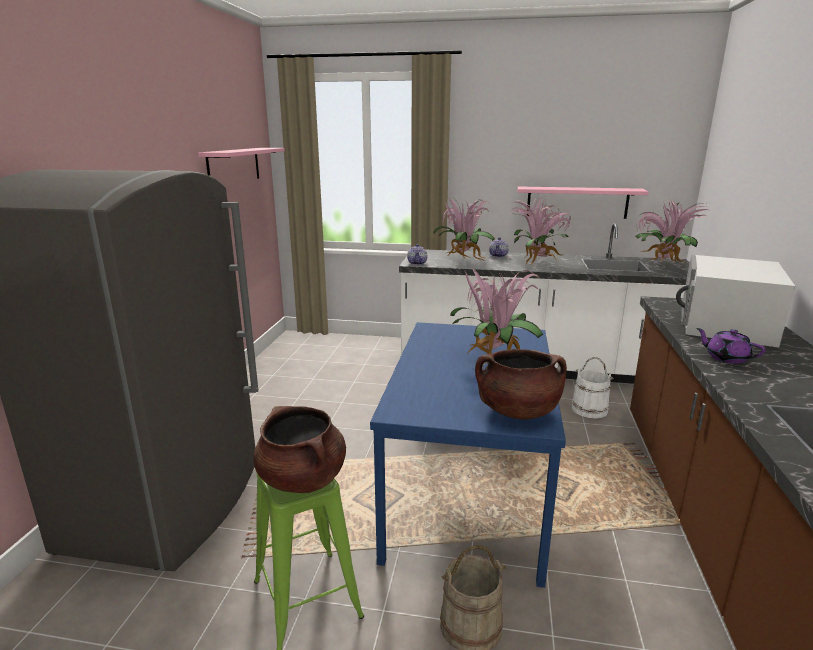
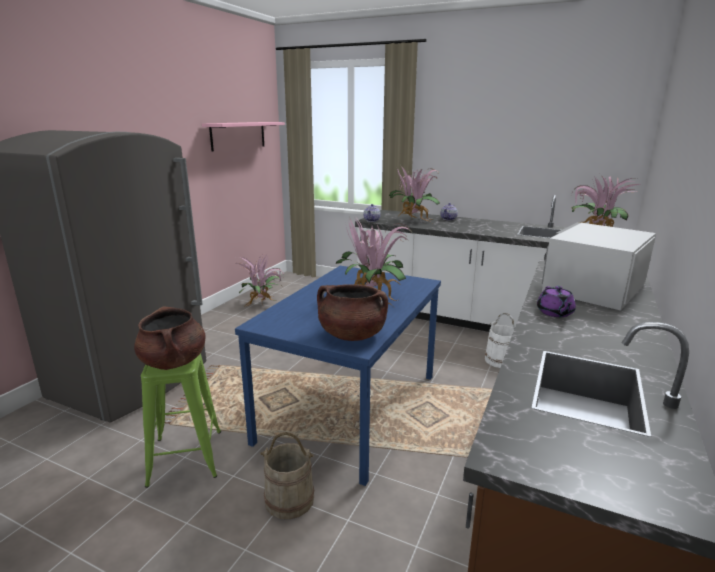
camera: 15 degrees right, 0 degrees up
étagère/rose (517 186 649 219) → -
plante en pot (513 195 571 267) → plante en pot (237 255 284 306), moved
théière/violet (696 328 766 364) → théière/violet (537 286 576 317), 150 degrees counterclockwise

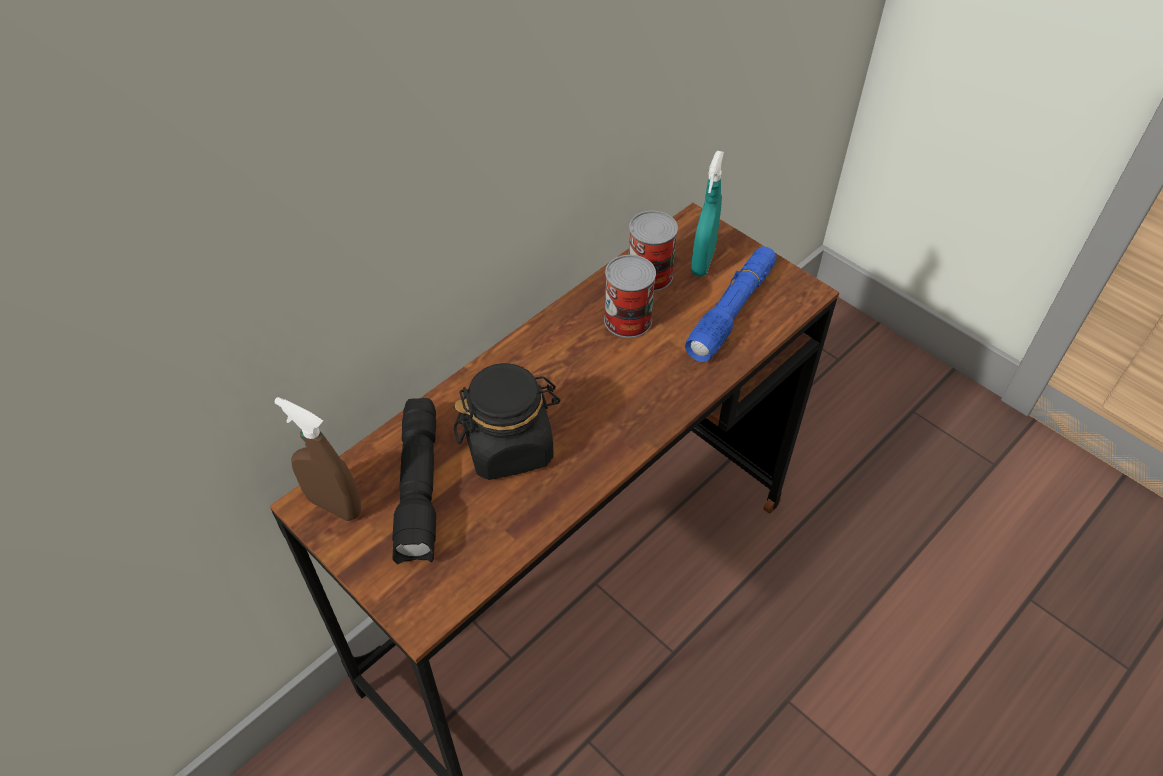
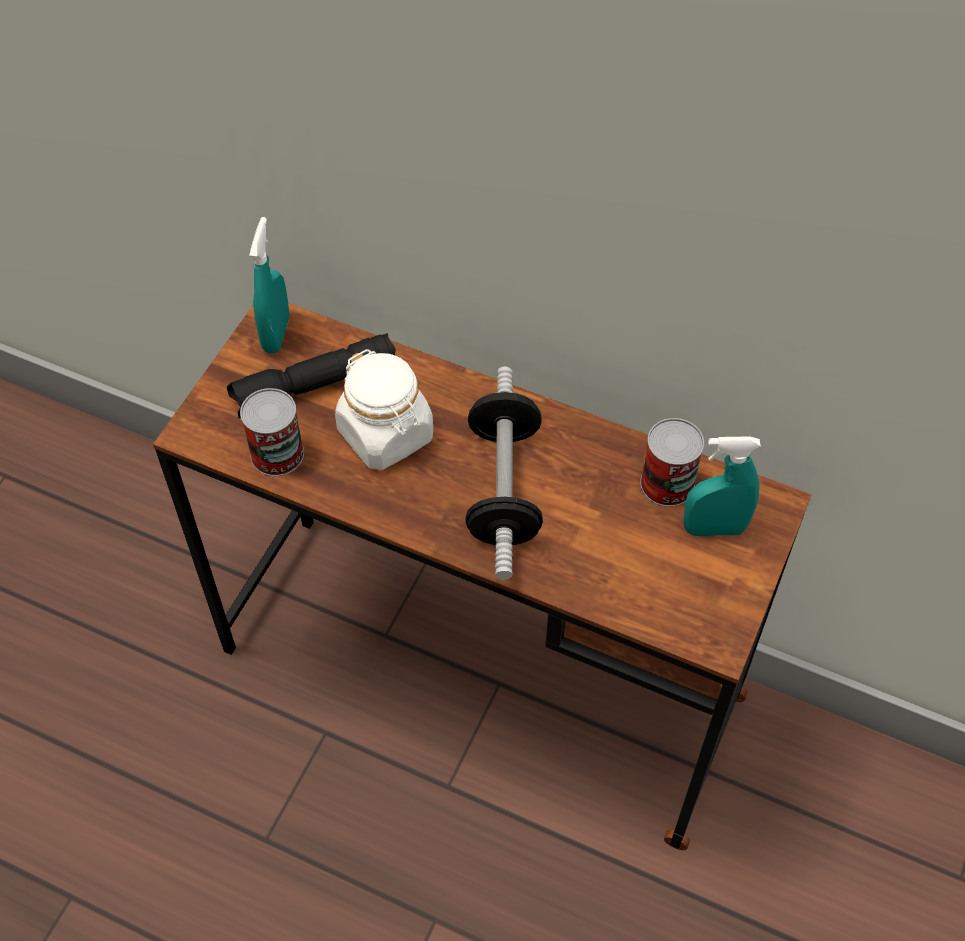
camera: 70 degrees right, 5 degrees up
lampe de poche/bleu (685 246 777 362) → -
- → haltère (466 367 543 579)
boîte métallique (604 255 656 338) → boîte métallique (240 388 304 476), moved
vaporisateur/marron (274 397 361 521) → vaporisateur/turquoise (249 217 289 354)
bocal/noir (454 363 560 480) → bocal/blanc (335 349 433 470)

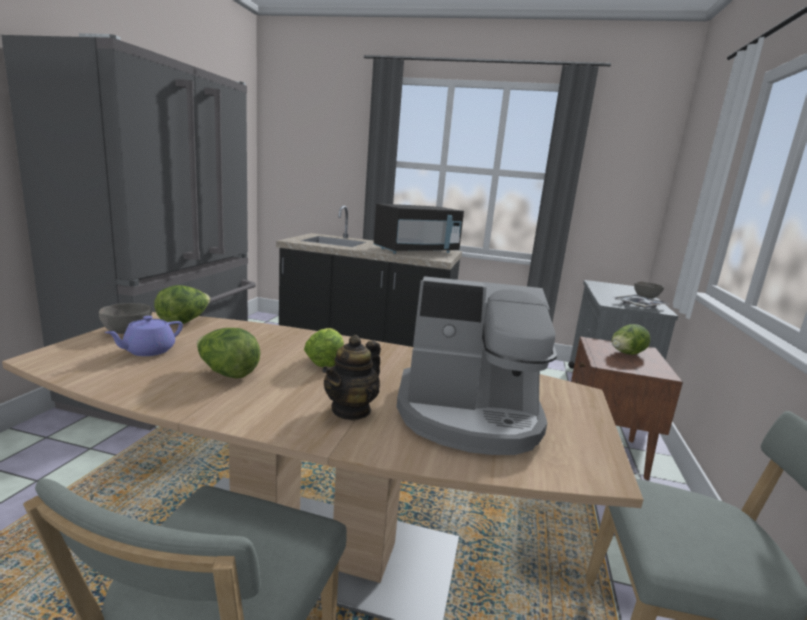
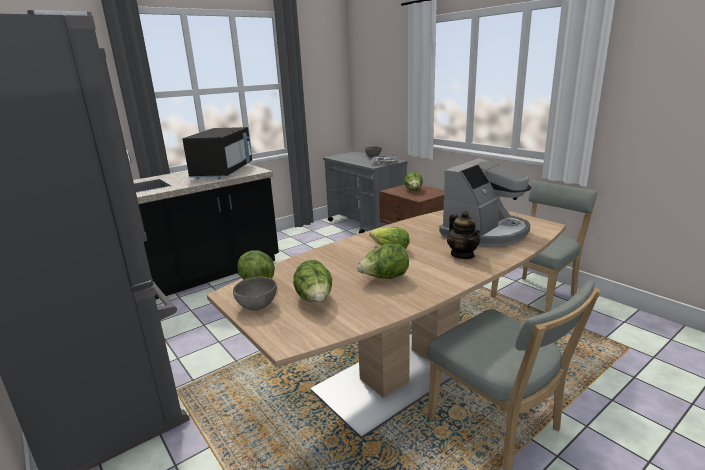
camera: 50 degrees left, 5 degrees up
théière/violet (104 316 183 356) → laitue (293 260 332 302)

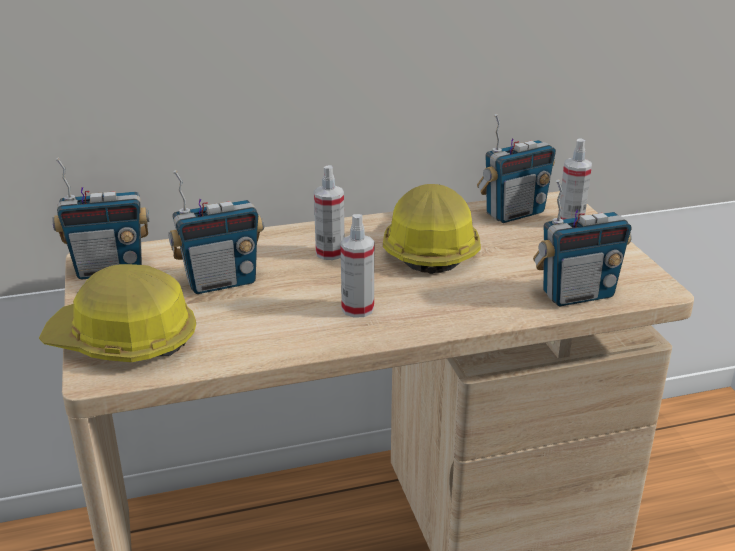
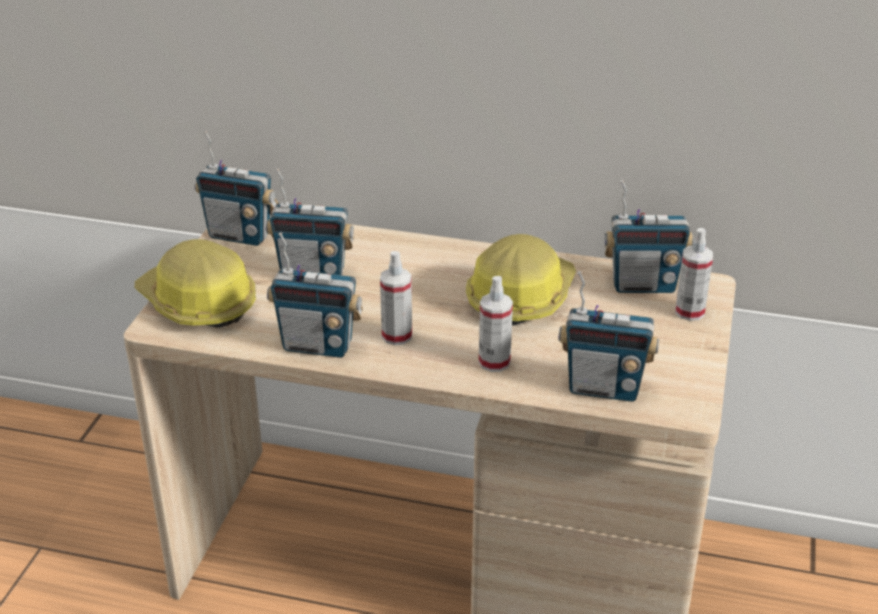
camera: 30 degrees right, 5 degrees up
- → radio (267 232 363 358)
vaporisateur (314 165 345 260) → vaporisateur (479 276 513 372), moved

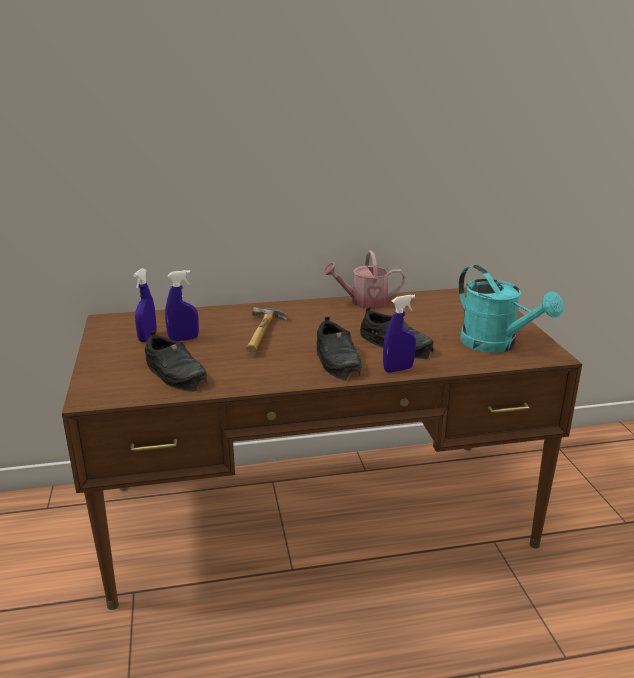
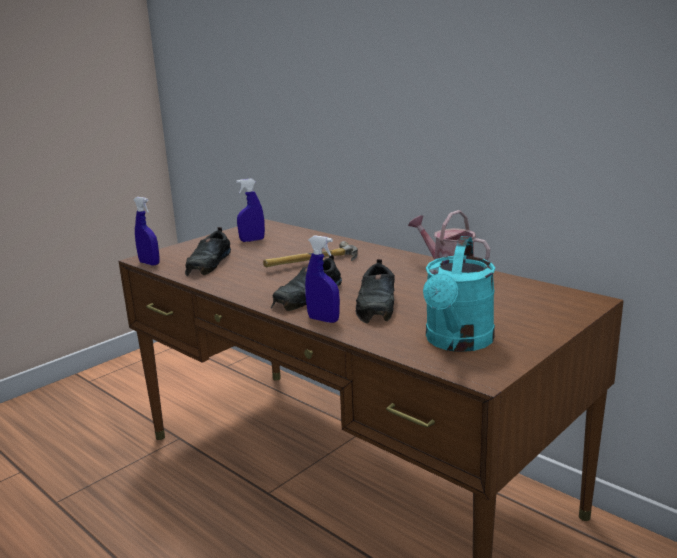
camera: 55 degrees right, 5 degrees down
vaporisateur/bleu (165 270 199 341) → vaporisateur/bleu (134 197 160 265), moved

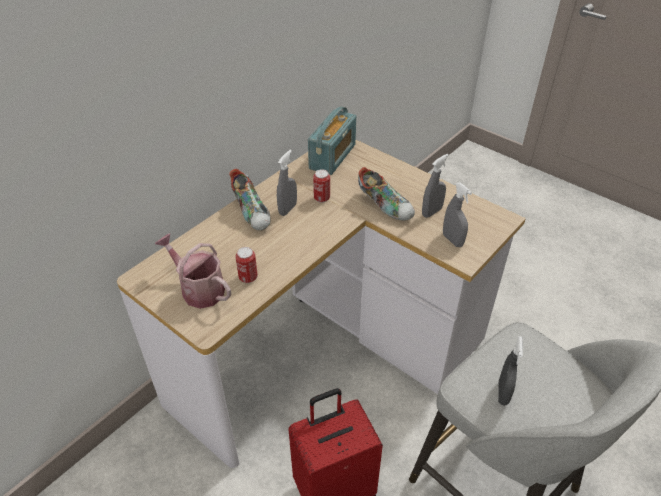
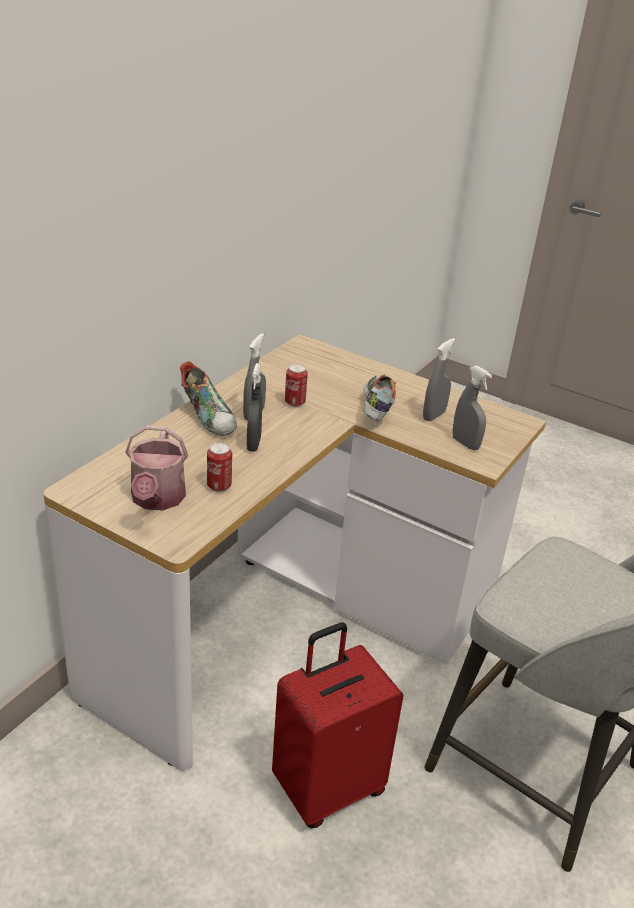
camera: 10 degrees left, 10 degrees down
radio (308 106 356 175) → -
vaporisateur/gris (498 336 523 406) → vaporisateur/gris (247 363 262 452), moved
arrosoir (155 234 231 309) → arrosoir (125 425 188 510), 120 degrees counterclockwise
chaussure (358 167 415 220) → chaussure (363 375 396 421), 120 degrees counterclockwise

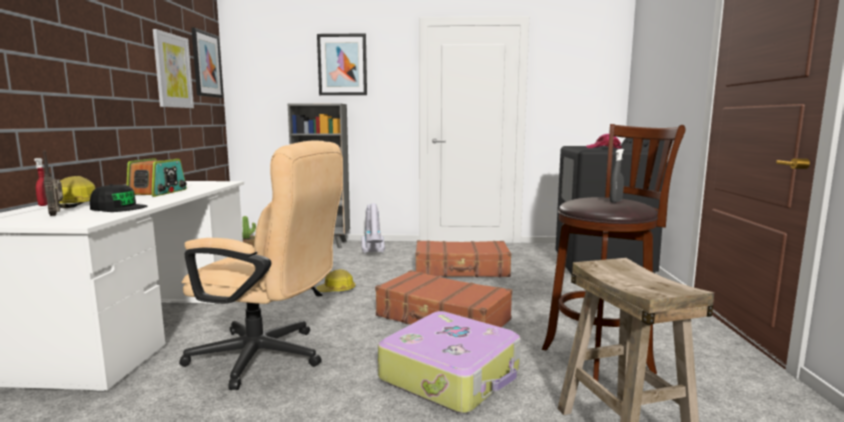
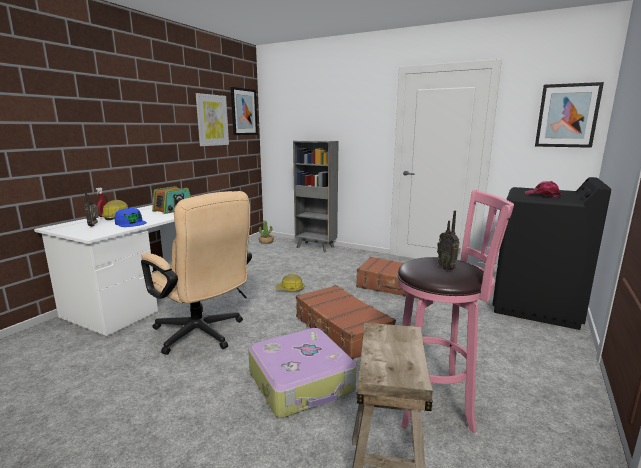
camera: 25 degrees right, 5 degrees up
aspirateur (361 203 385 254) → -
tableau (317 33 367 95) → tableau (535 82 604 148), moved
vaporisateur/gris (610 149 624 203) → radio (437 210 460 270)
casquette/noir (90 184 147 212) → casquette/bleu (115 208 147 227)
tabouret/marron (542 124 685 382) → tabouret/rose (397 189 514 433)

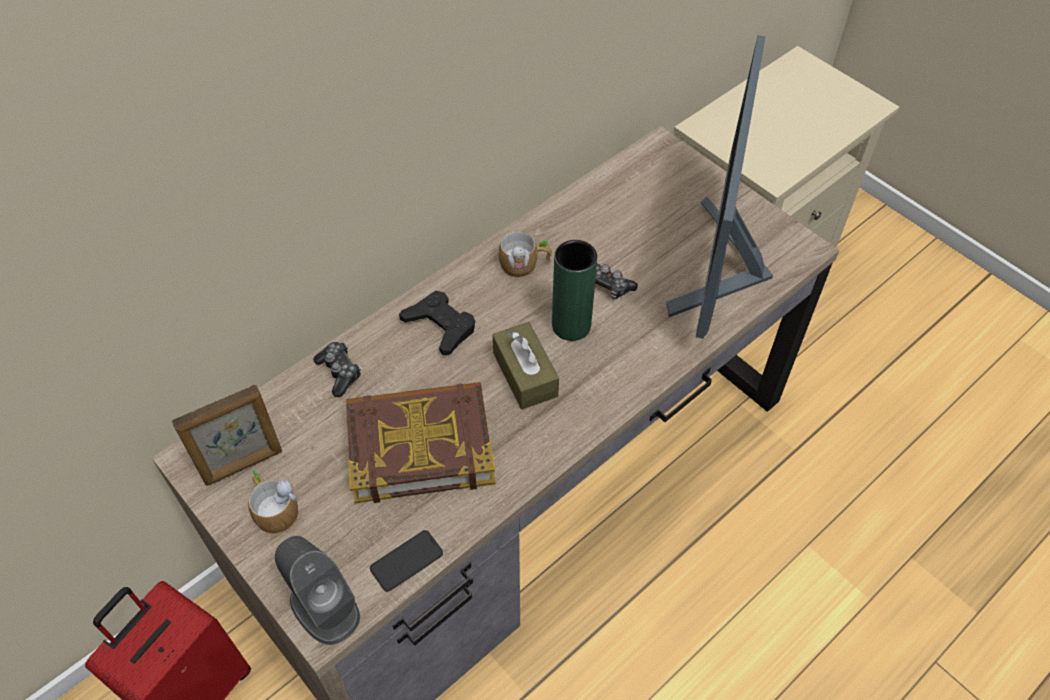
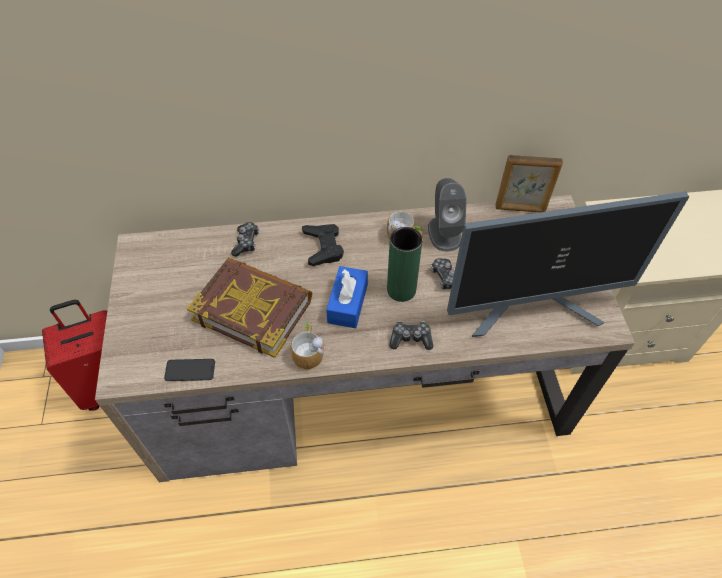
camera: 35 degrees right, 0 degrees up
- → manette (389 321 433 350)
cadre photo (172 385 282 486) → cadre photo (495 155 563 212), moved
mug (248 470 298 535) → mug (291 322 324 370), moved
enceinte/gris (275 536 360 645) → enceinte/gris (428 178 467 251), moved
boîte à mouchoirs/marron (493 322 559 410) → boîte à mouchoirs/bleu (326 266 368 328)
écran d'ordinateur (666 35 773 339) → écran d'ordinateur (447 192 689 337), 150 degrees counterclockwise

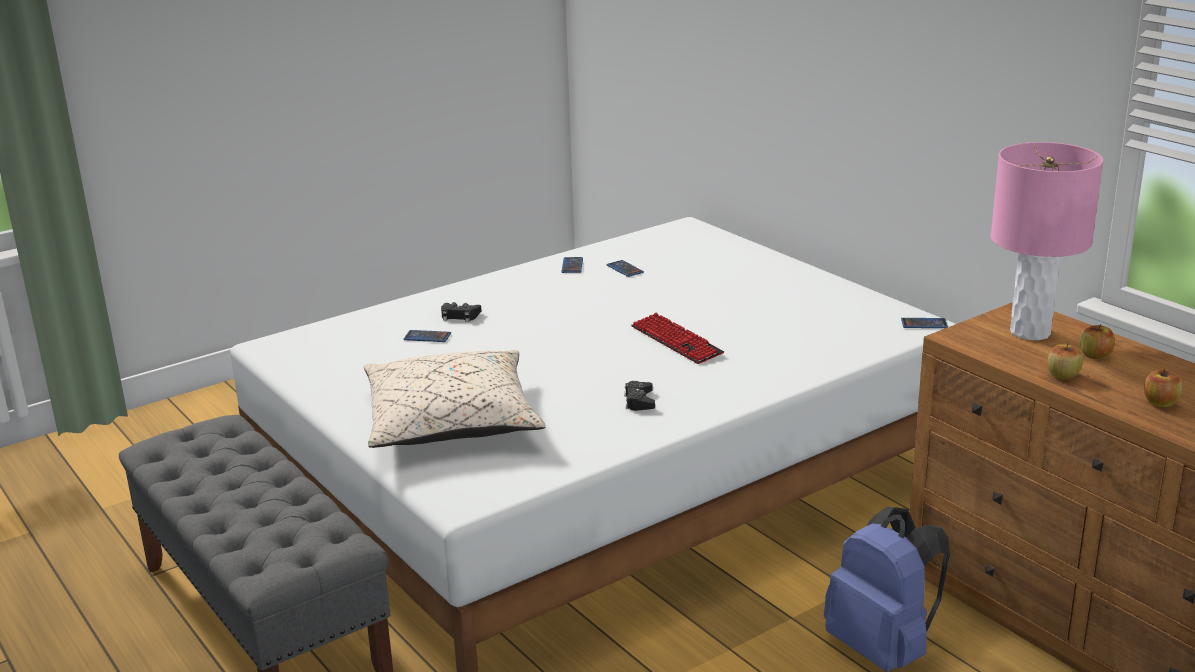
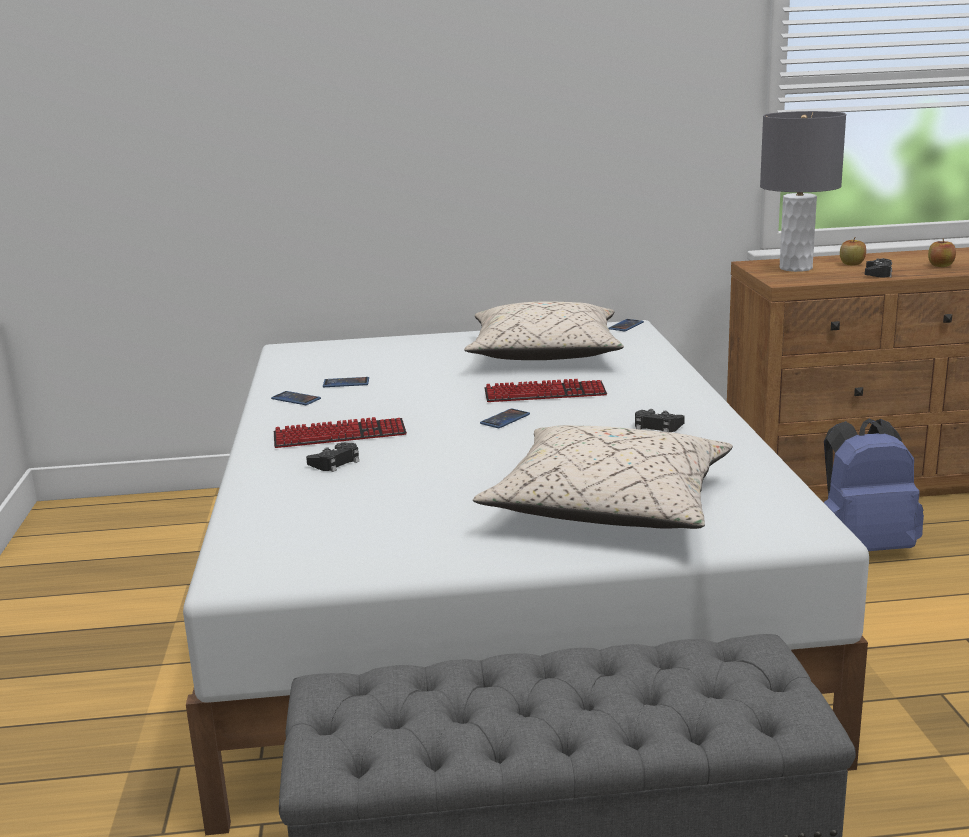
camera: 60 degrees left, 5 degrees down
- → clavier (274 417 407 448)
- → coussin/beige (464 301 624 360)
téléphone (404 330 451 342) → téléphone (480 408 530 428), moved
pomme (1047 342 1083 379) → manette/noir (865 258 892 278)
lampe de table/rose (991 142 1103 340) → lampe de table/gris (760 111 846 272)

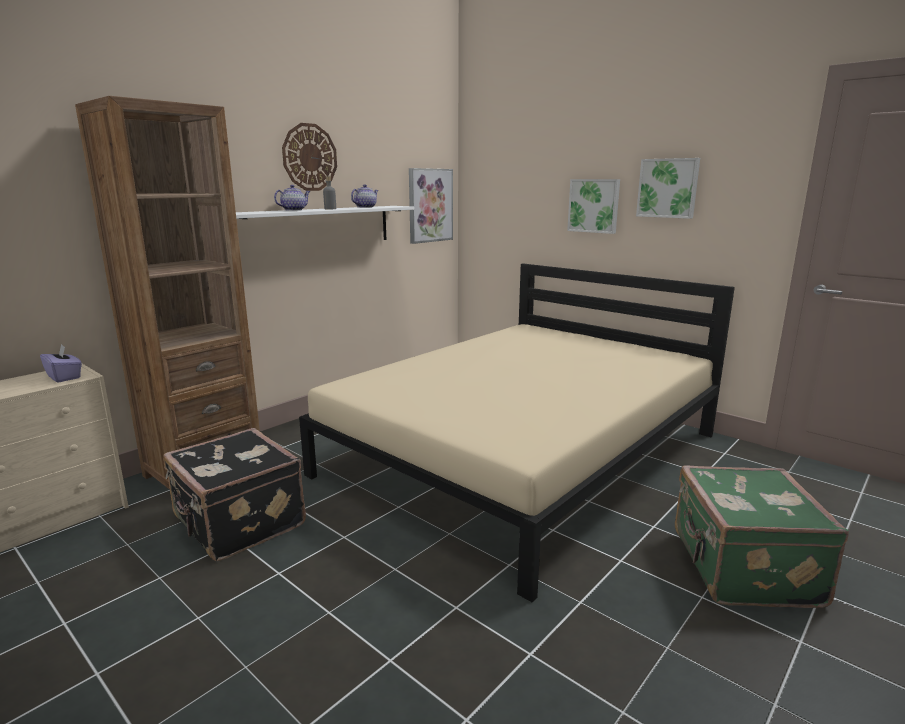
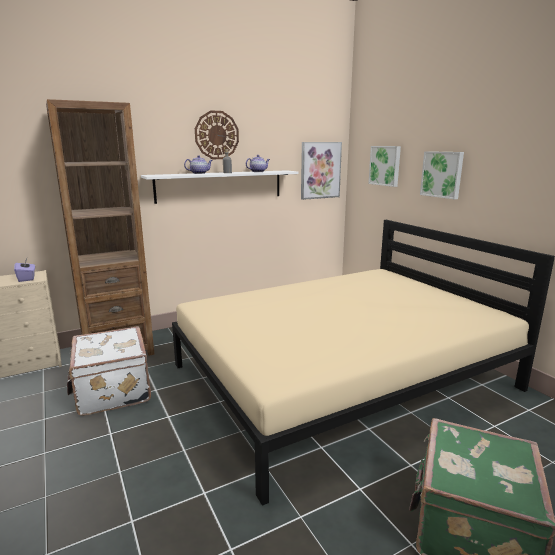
camera: 20 degrees right, 0 degrees up
tableau (636 158 700 219) → tableau (368 146 401 187), moved
valise/noir (163 428 306 561) → valise/blanc (67 326 151 416)

